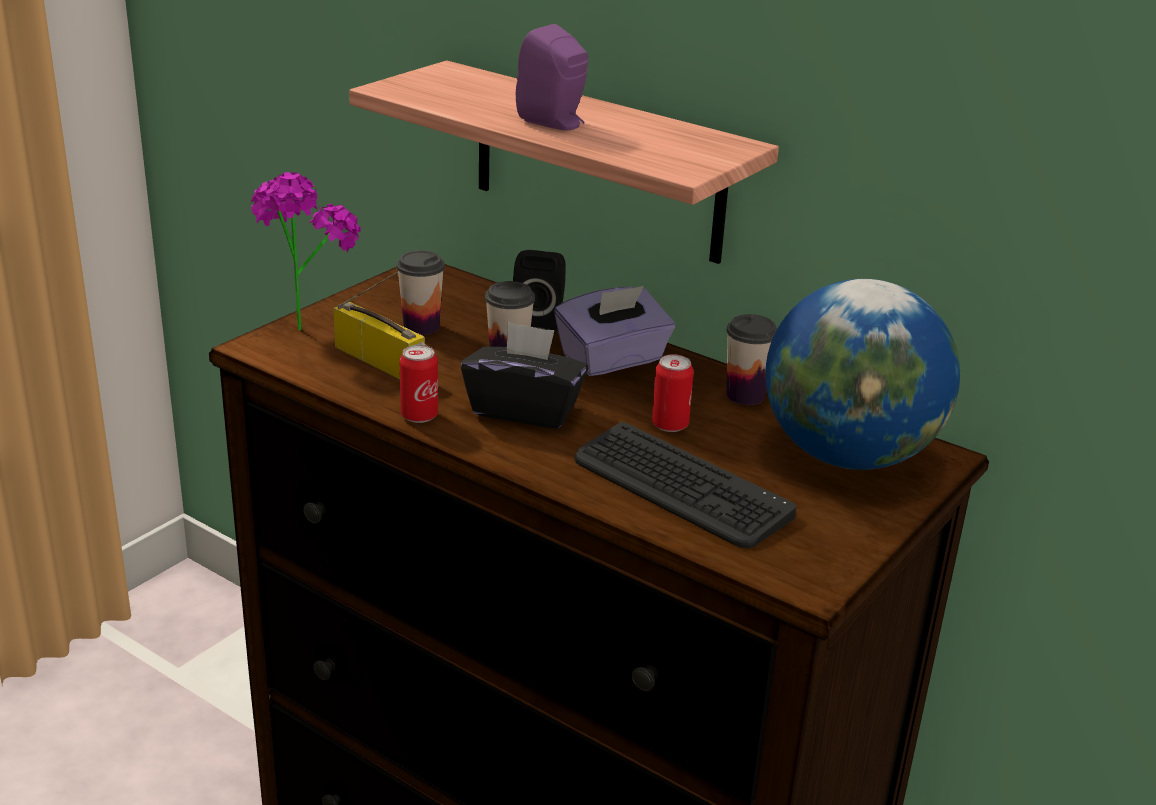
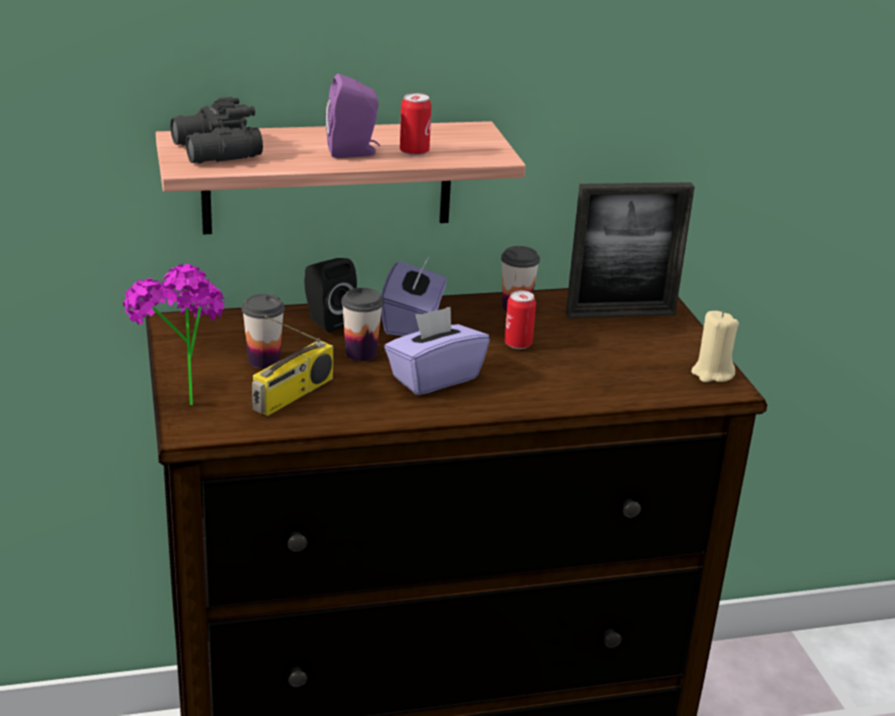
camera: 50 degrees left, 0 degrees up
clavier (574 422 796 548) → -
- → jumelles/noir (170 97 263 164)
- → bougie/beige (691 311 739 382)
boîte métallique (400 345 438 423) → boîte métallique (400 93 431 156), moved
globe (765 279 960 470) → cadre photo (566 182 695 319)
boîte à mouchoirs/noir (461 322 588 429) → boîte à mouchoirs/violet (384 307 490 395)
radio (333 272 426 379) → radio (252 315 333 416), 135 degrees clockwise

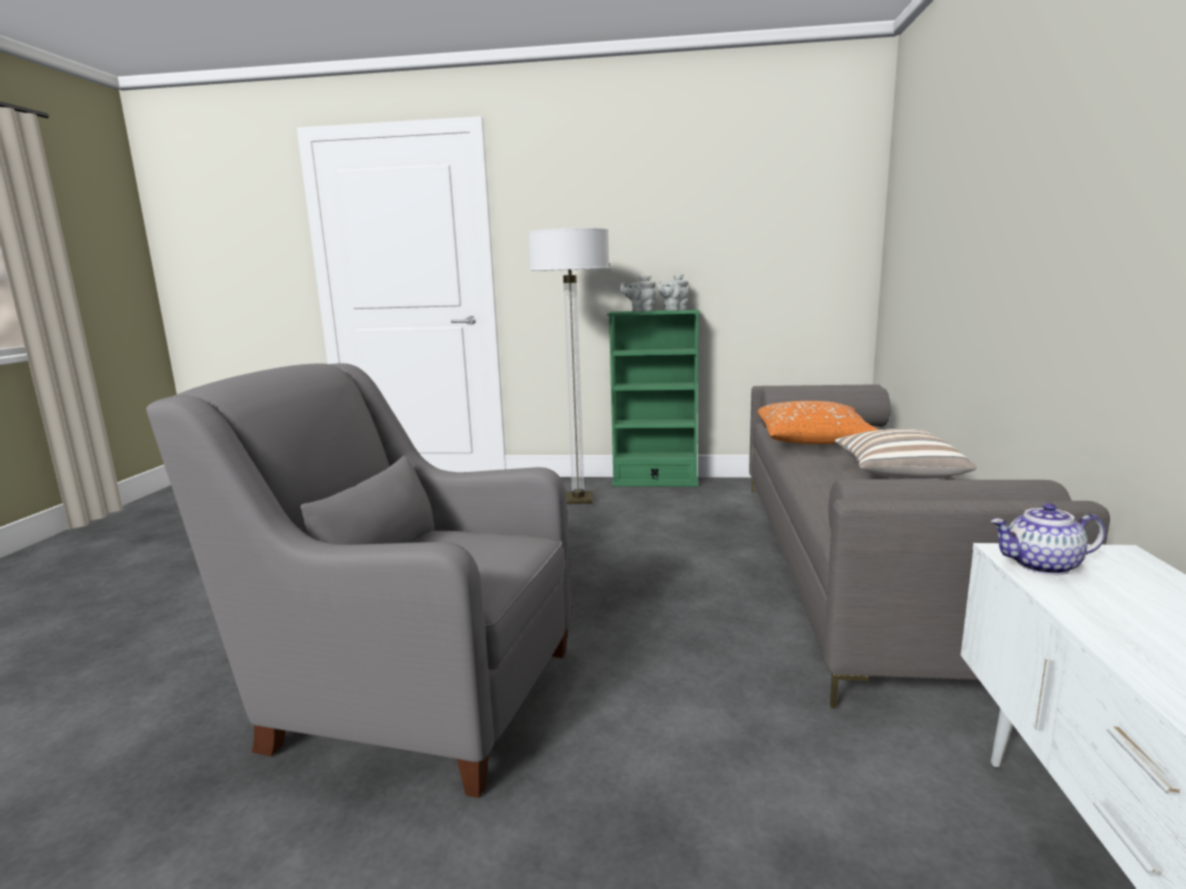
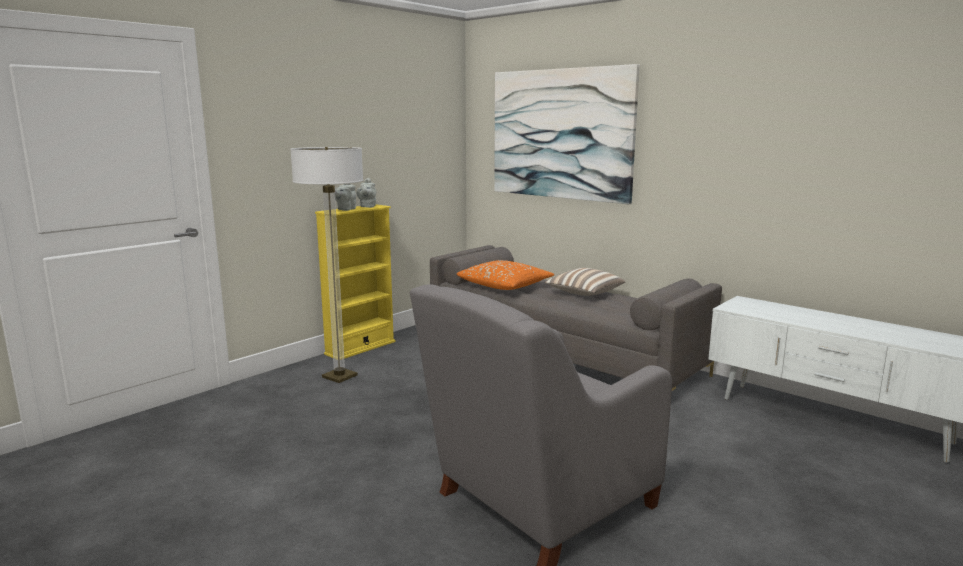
camera: 55 degrees left, 0 degrees up
théière (991 503 1106 575) → -
- → tableau (494 64 640 204)
bibliothèque/vert (607 309 700 487) → bibliothèque/jaune (315 204 395 359)

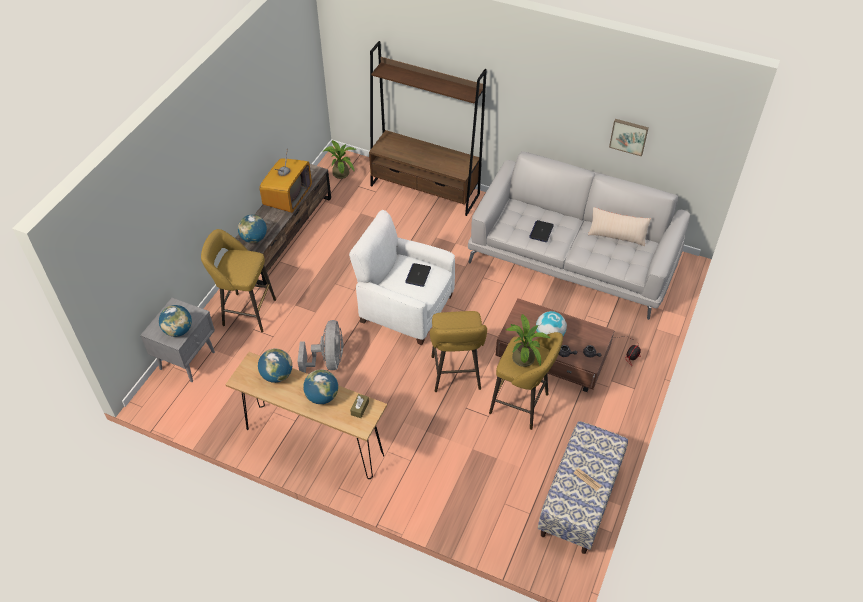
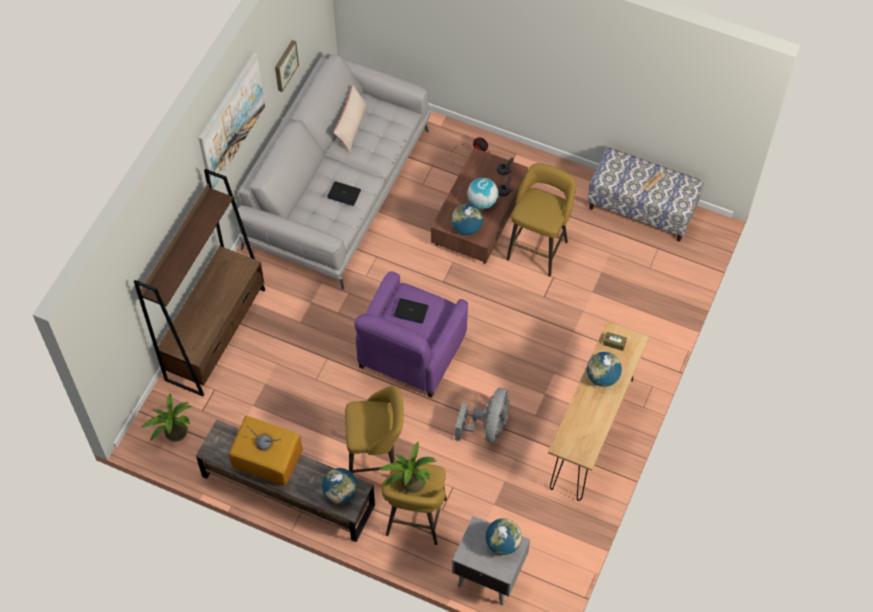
camera: 90 degrees left, 10 degrees up
- → tableau (199 53 265 189)
globe (258 348 292 383) → globe (451 204 483 235), moved
tabouret/jaune (430 311 487 392) → tabouret/jaune (345 386 404 474), moved
plante en pot (506 314 551 367) → plante en pot (379 442 438 494), moved
fauteuil/blanc (349 210 455 345) → fauteuil/violet (354 271 468 398)
ventilateur/gris (297 320 343 373) → ventilateur/gris (455 388 509 443), 105 degrees clockwise

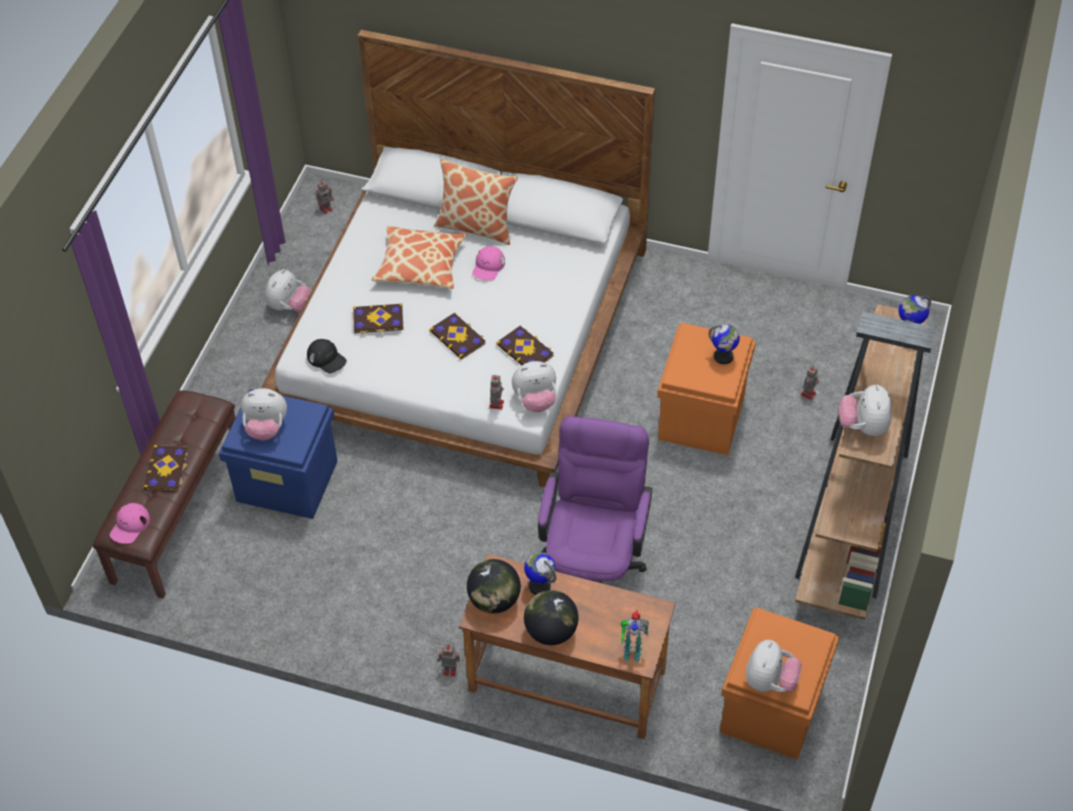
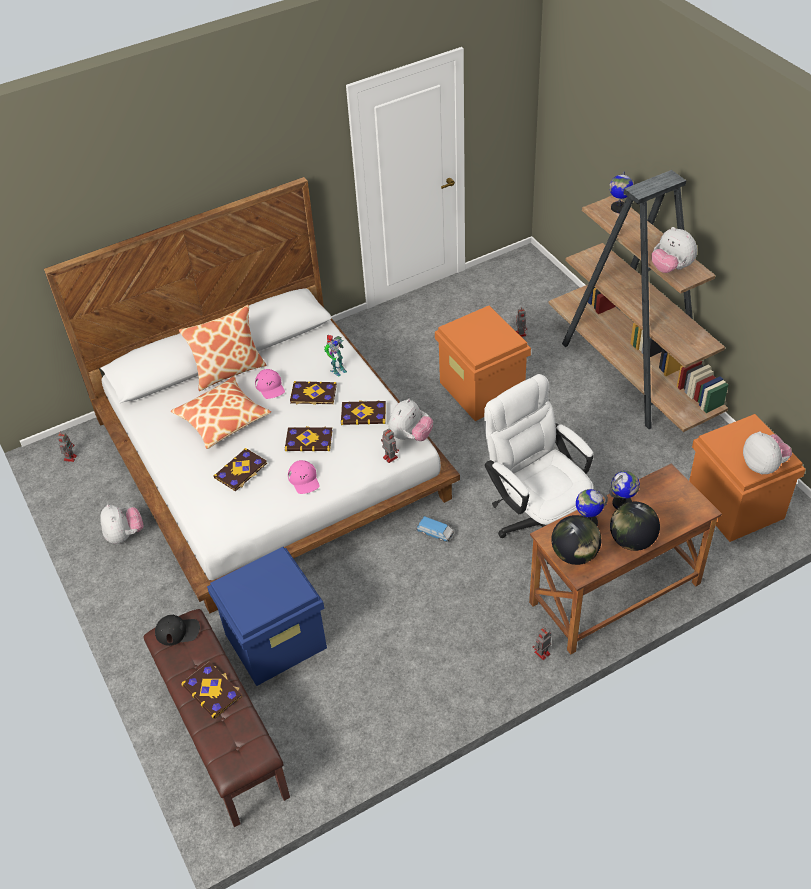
camera: 45 degrees left, 5 degrees down
peluche (241 388 287 441) → -
- → livre (290 381 337 405)
- → petite voiture (416 516 454 542)
casquette/rose (110 503 150 544) → casquette/rose (288 460 320 494), moved
casquette/noir (307 339 347 374) → casquette/noir (155 615 200 646), moved
robot jouet (620 610 649 662) → robot jouet (324 335 347 376), moved
globe (709 324 740 364) → globe (610 471 640 509), moved
chaise de bureau/violet (538 416 653 584) → chaise de bureau/blanc (484 374 593 564)

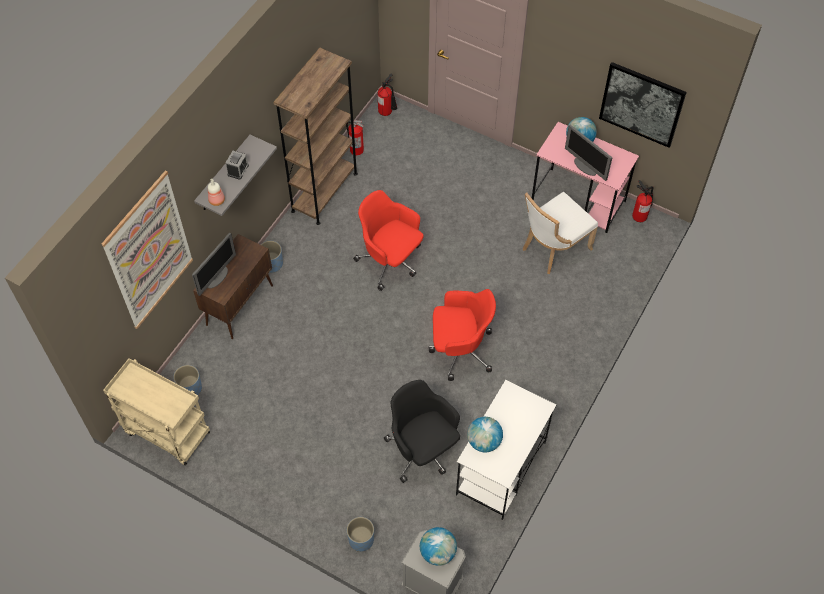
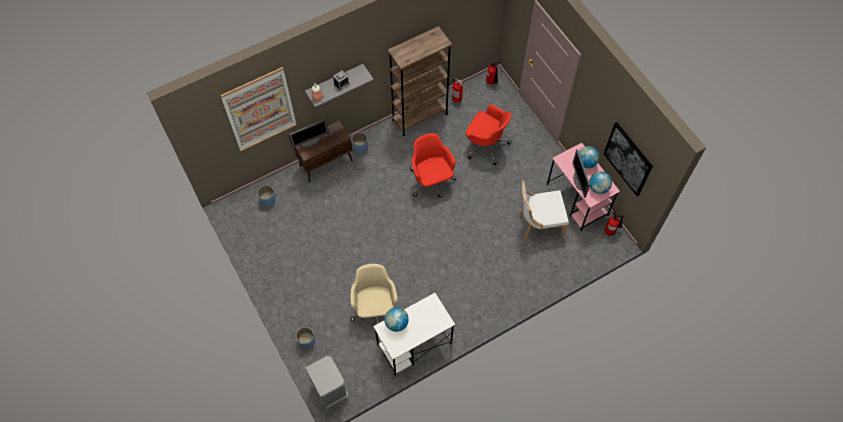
camera: 30 degrees right, 5 degrees up
chariot/beige (103 358 210 466) → -
globe (420 527 457 566) → globe (589 172 612 194), moved
chaise de bureau/rouge (428 289 496 381) → chaise de bureau/rouge (466 104 511 165), moved
chaise de bureau/noir (384 380 460 483) → chaise de bureau/beige (351 264 397 324)

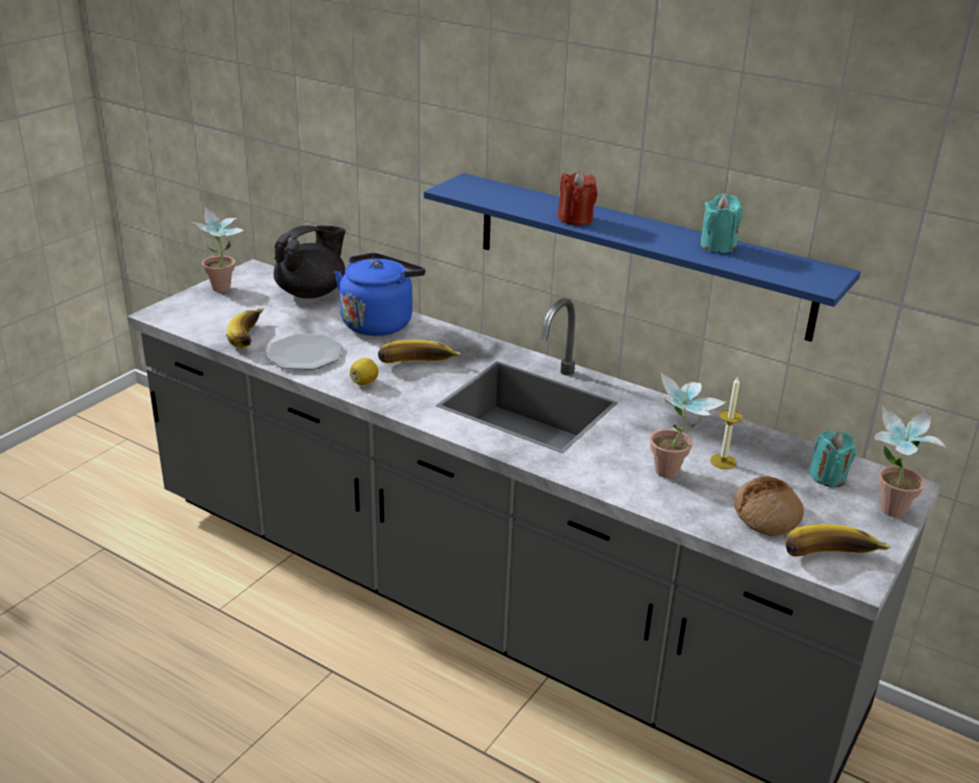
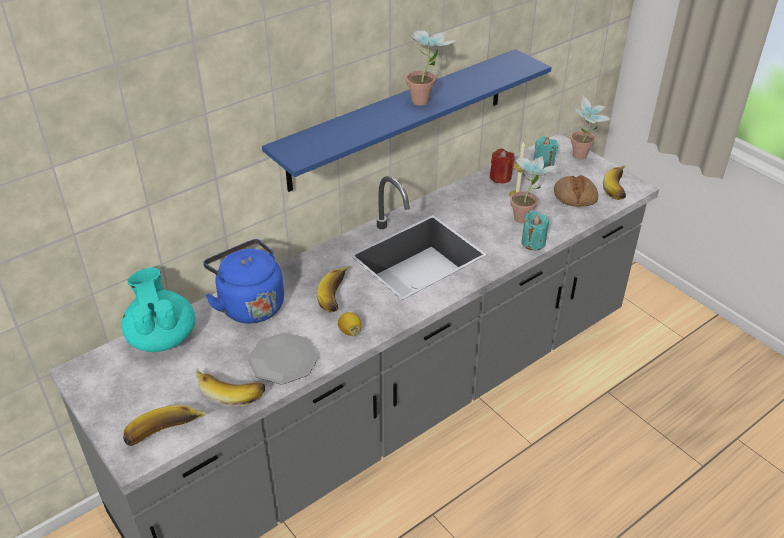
camera: 70 degrees left, 10 degrees up
- → banane (123 405 206 446)
plante en pot (192 207 244 292) → plante en pot (406 29 456 106), moved
bougie/rouge (558 171 597 225) → bougie/rouge (490 149 514 183), moved
bougie/turquoise (700 194 743 253) → bougie/turquoise (521 211 549 250), moved
théière/noir (273 226 346 299) → théière/turquoise (122 267 196 352)

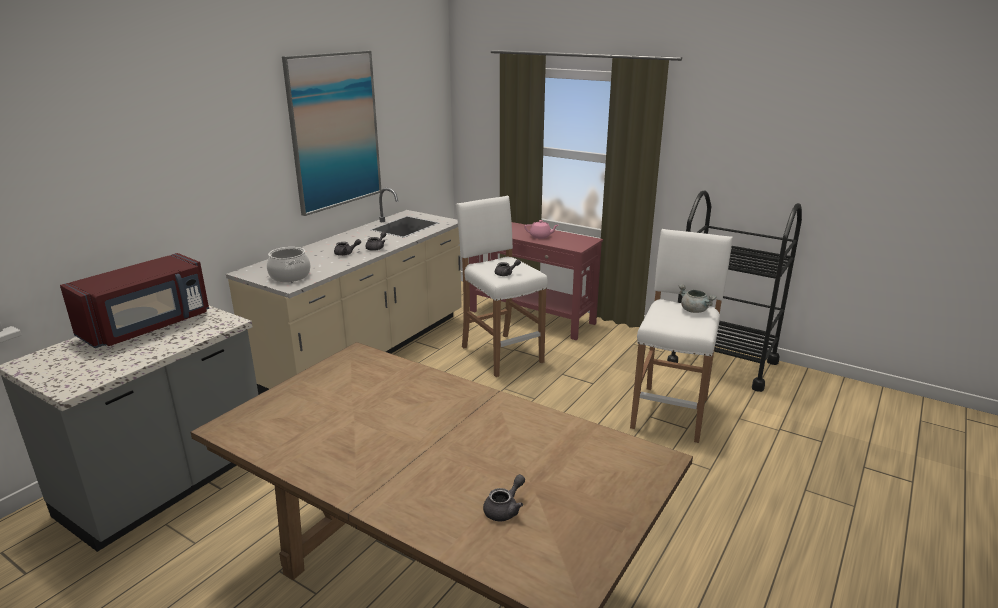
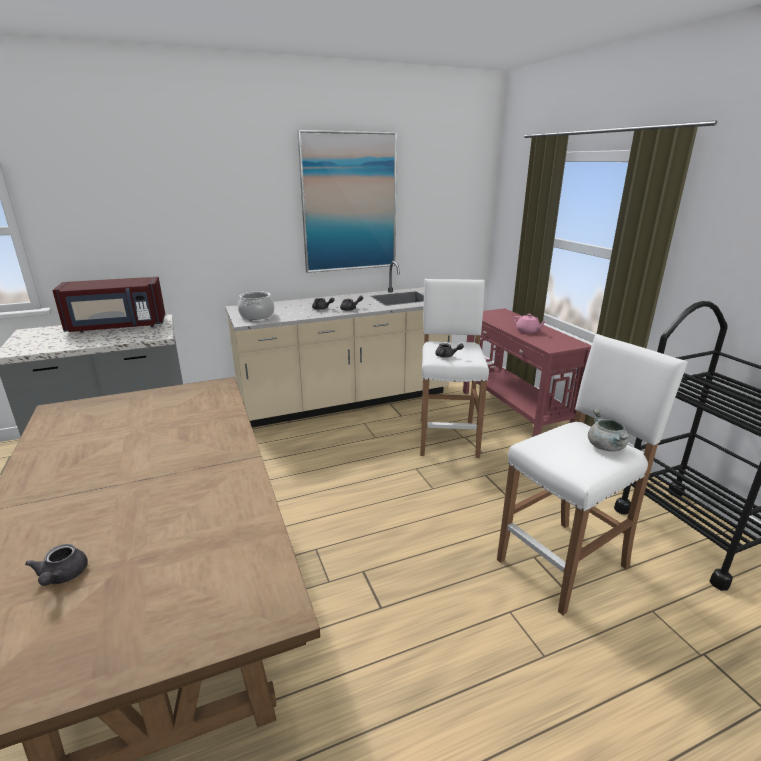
camera: 35 degrees right, 0 degrees up
théière/gris (483 474 525 521) → théière/gris (25 544 88 586), 90 degrees clockwise

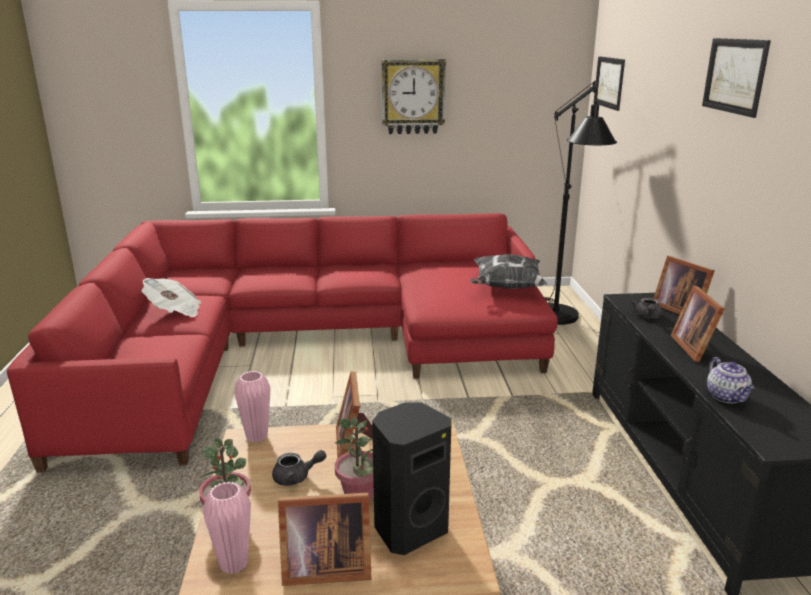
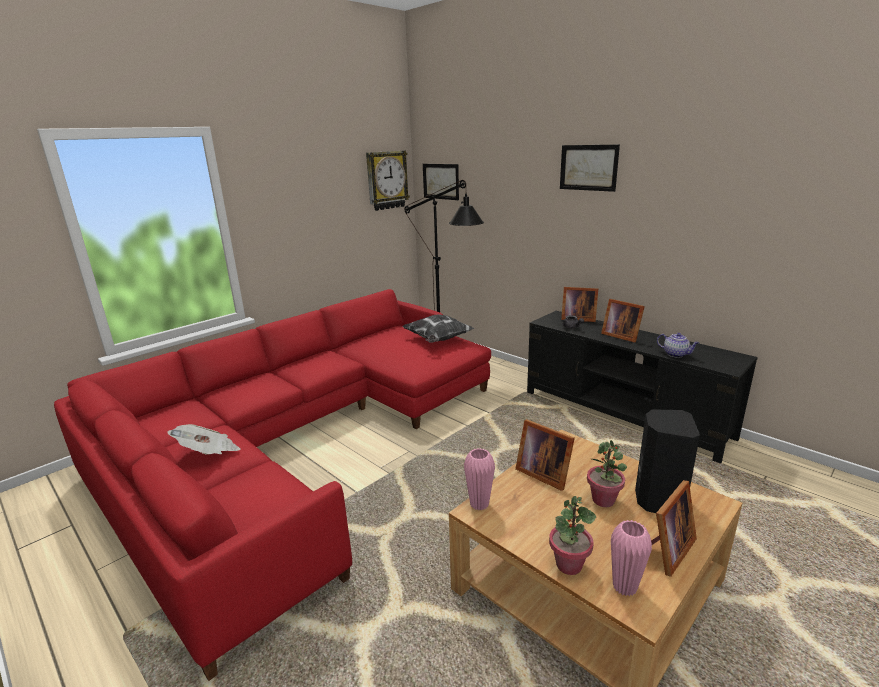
camera: 40 degrees left, 0 degrees up
théière/gris (272 450 326 486) → -
horloge murale (381 59 446 134) → horloge murale (366 151 410 211), moved

